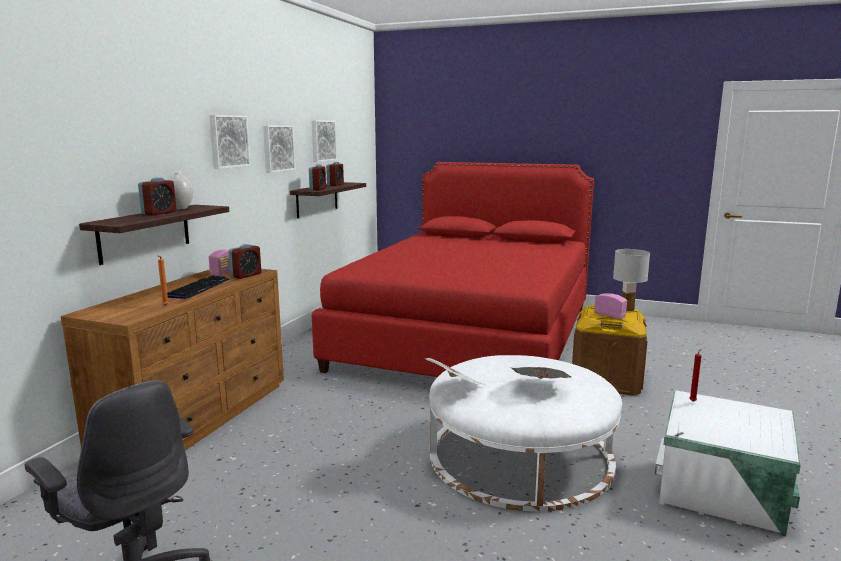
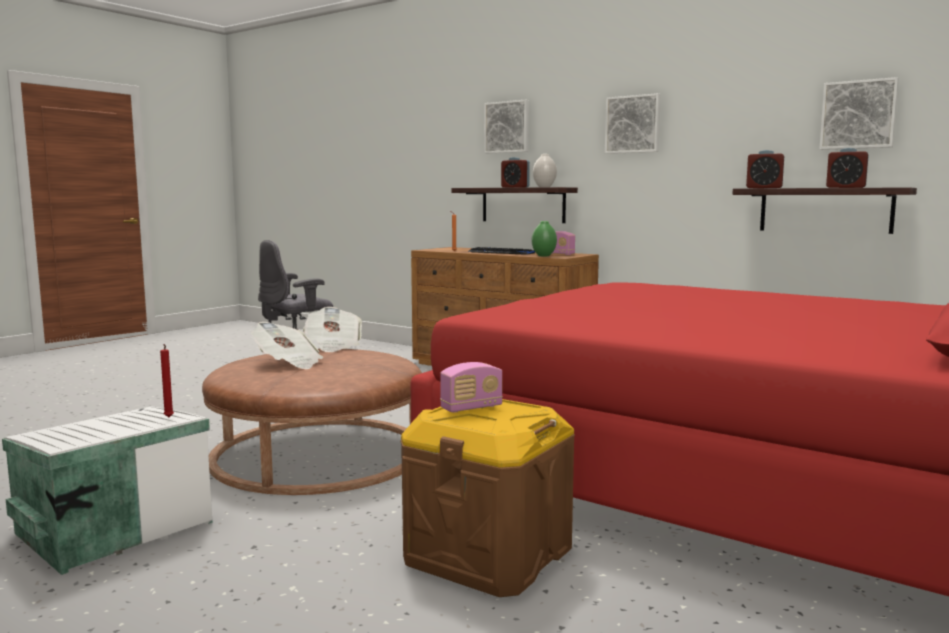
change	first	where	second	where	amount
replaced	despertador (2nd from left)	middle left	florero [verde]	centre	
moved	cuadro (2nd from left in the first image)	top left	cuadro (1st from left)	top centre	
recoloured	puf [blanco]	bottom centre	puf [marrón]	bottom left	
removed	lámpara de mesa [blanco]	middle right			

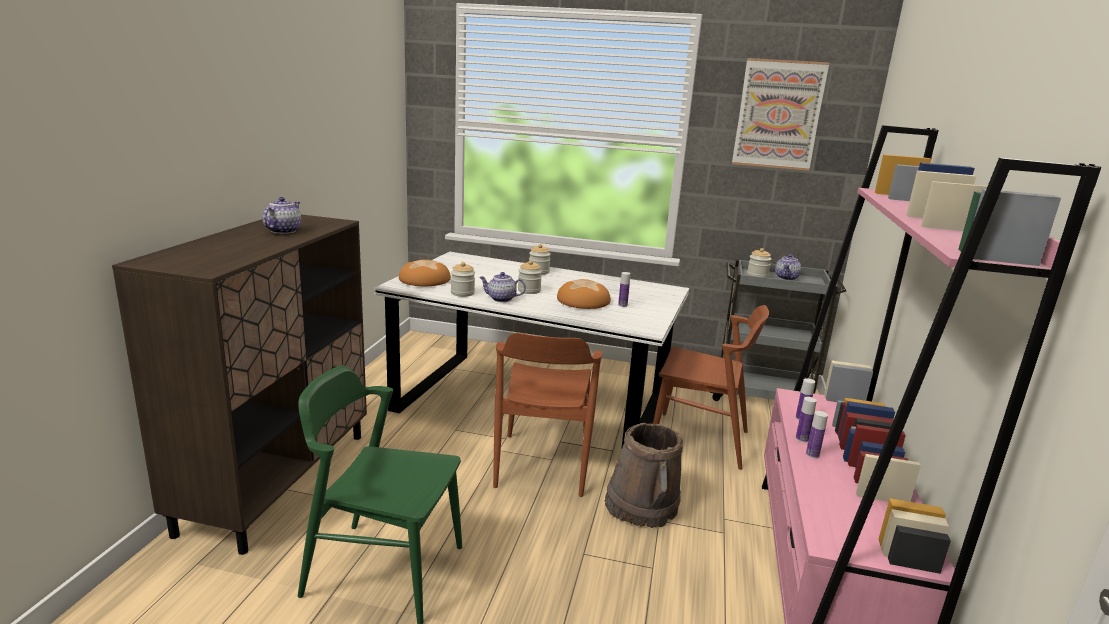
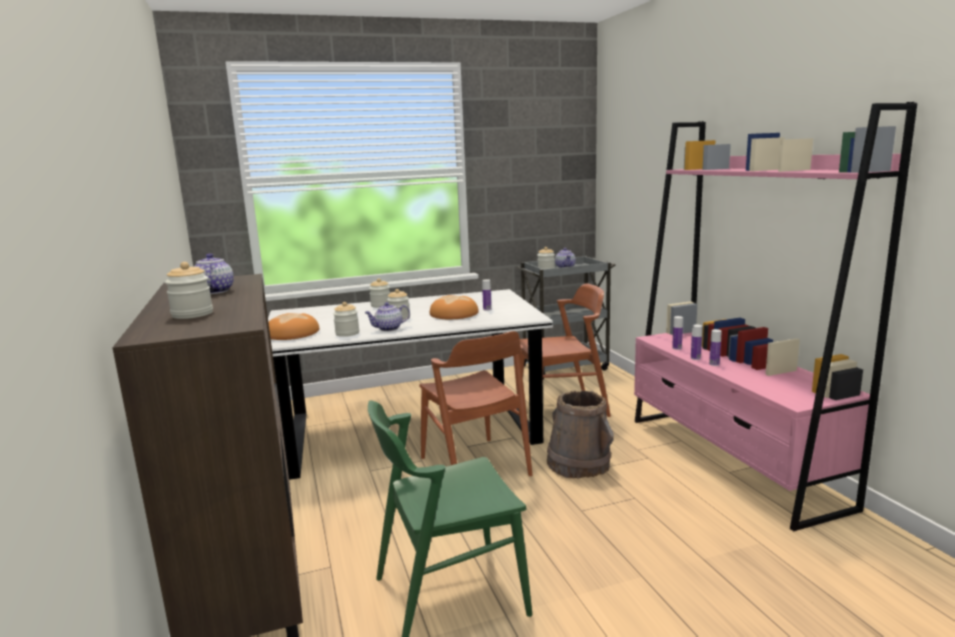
change	first	where	second	where	amount
removed	cuadro	top right			
added			tarro (1st from left)	middle left	

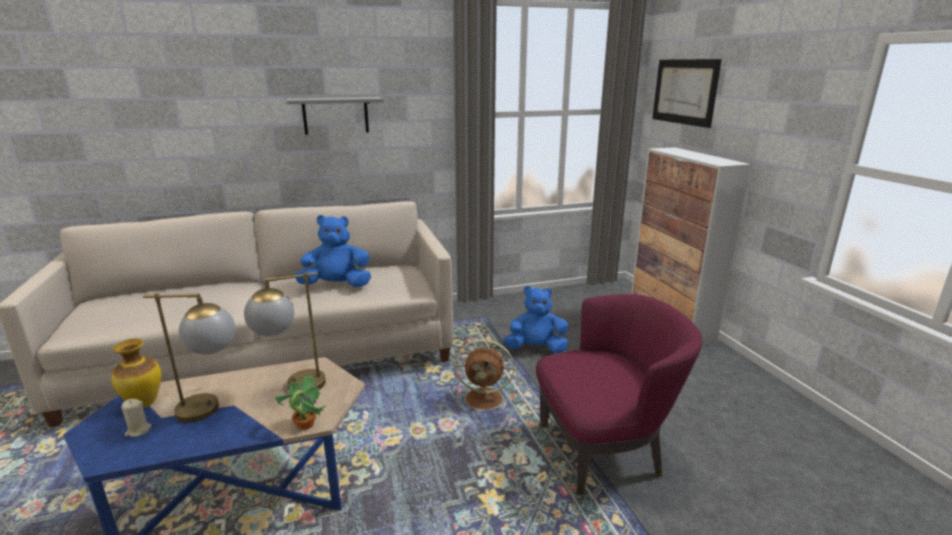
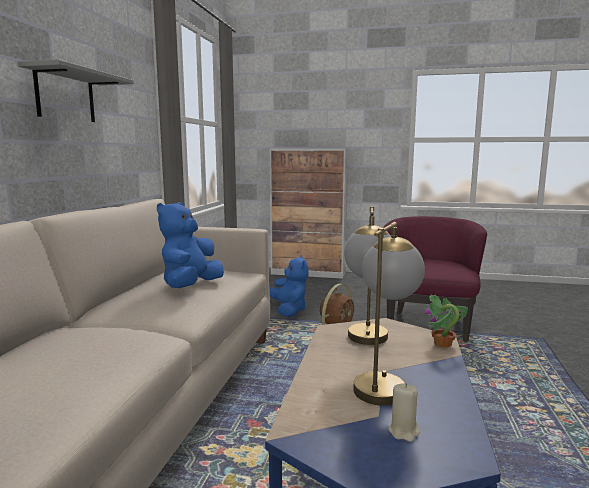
change	first	where	second	where	amount
removed	florero	bottom left			
turned	peluche [azul] (2nd from left)	centre		centre	135 degrees clockwise
removed	cuadro	top right			

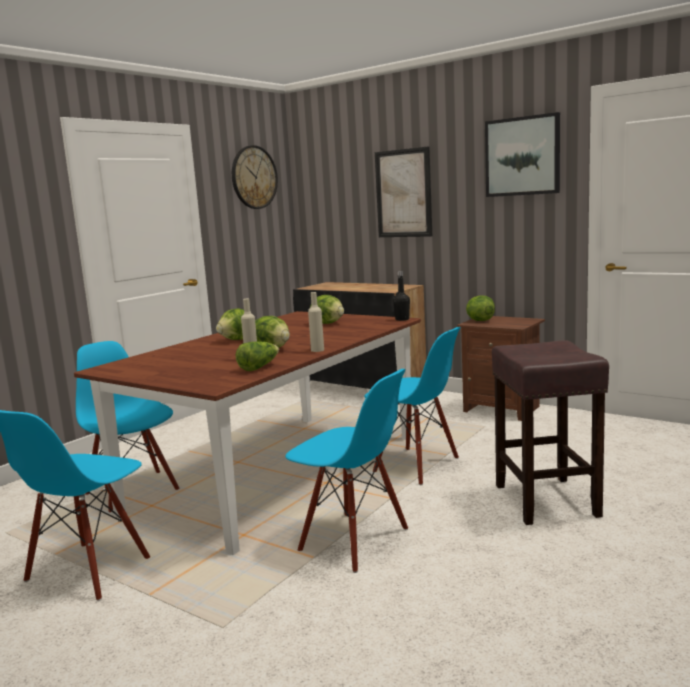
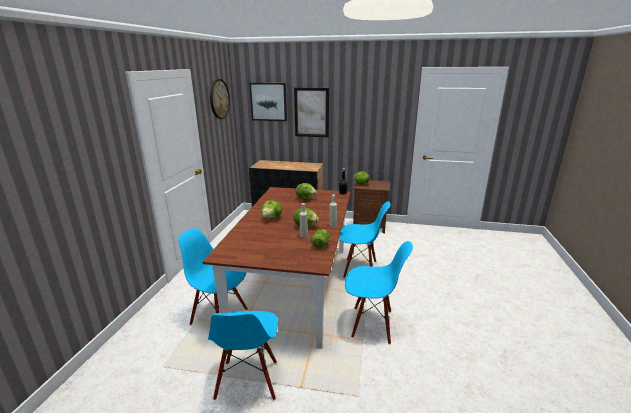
change	first	where	second	where	amount
moved	cuadro (2nd from left in the first image)	top right	cuadro (1st from left)	top centre	
removed	taburete [marrón]	middle right			

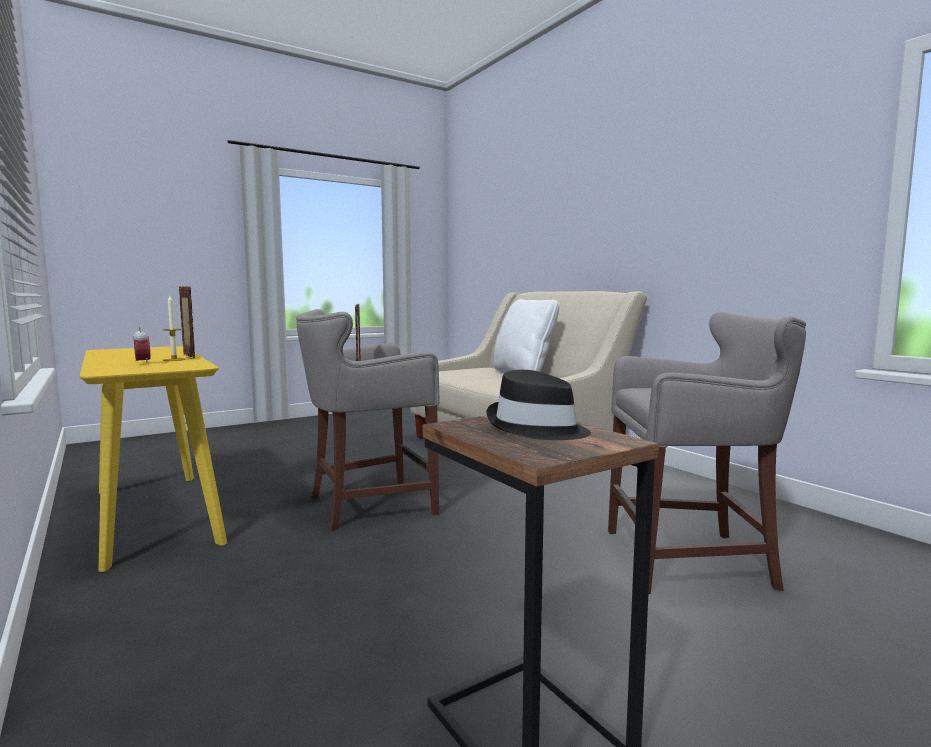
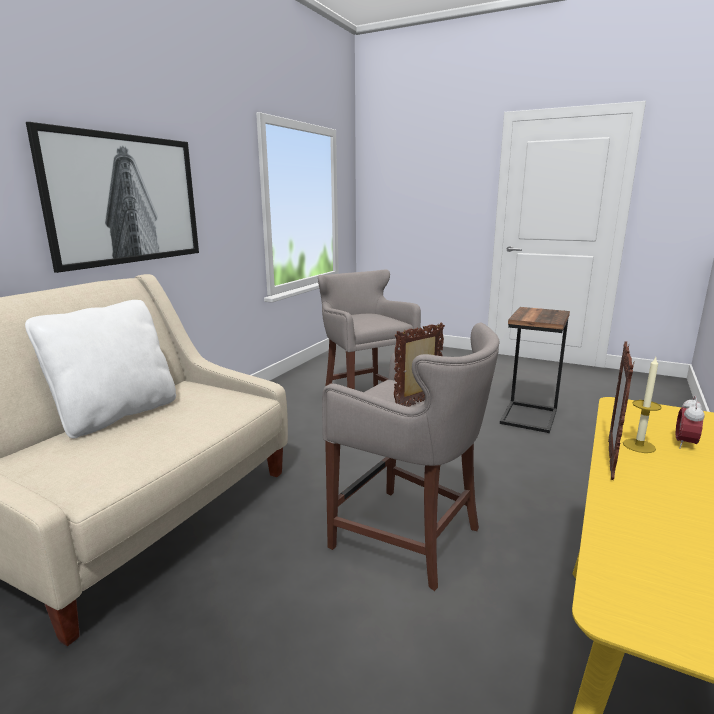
change	first	where	second	where	amount
removed	sombrero [negro]	centre			
added			cuadro	top left	

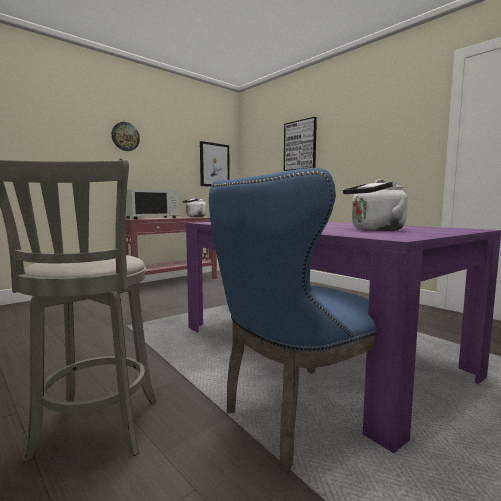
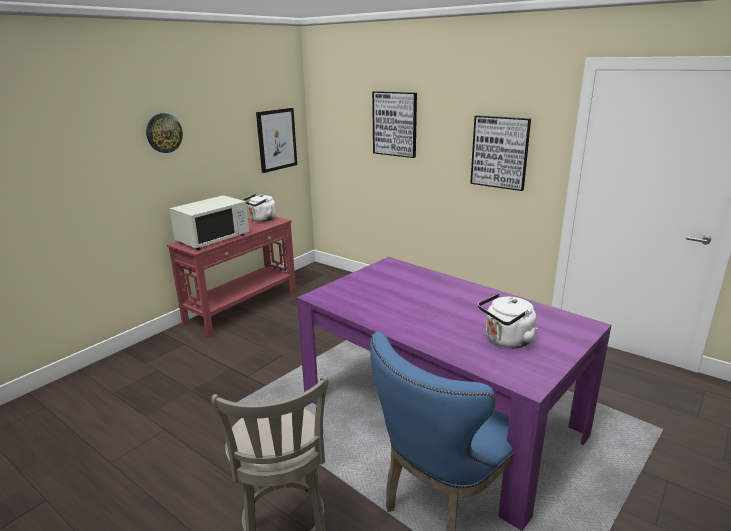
change	first	where	second	where	amount
added			cuadro (3rd from left)	top right	

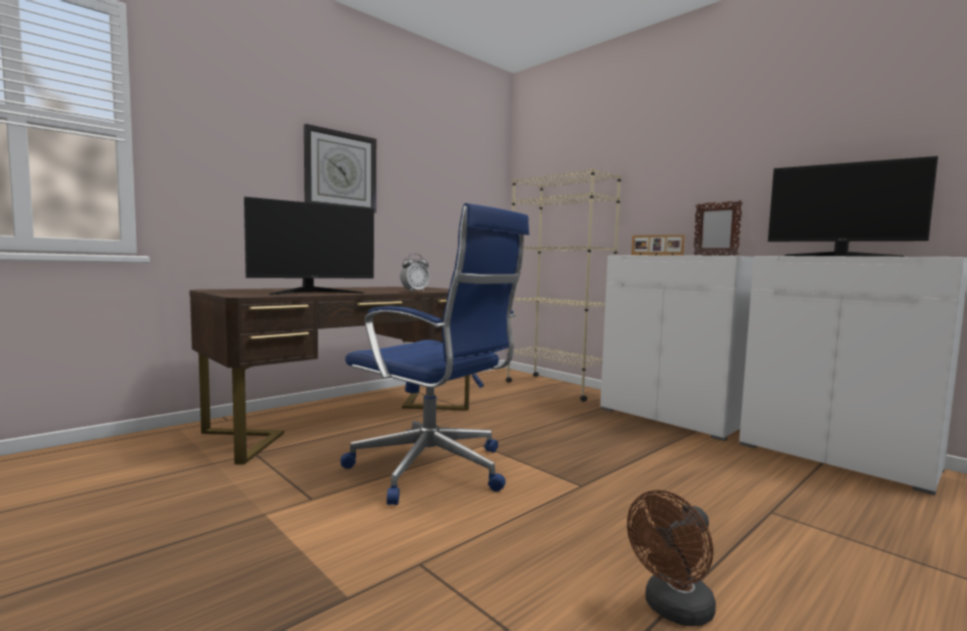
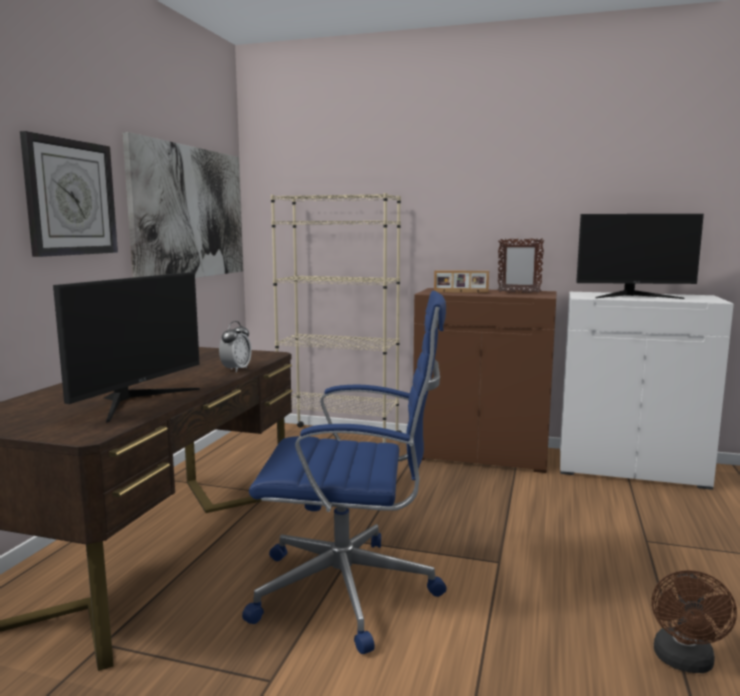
change	first	where	second	where	amount
recoloured	armario [blanco] (1st from left)	middle right	armario [marrón]	centre	
added			cuadro	top left	

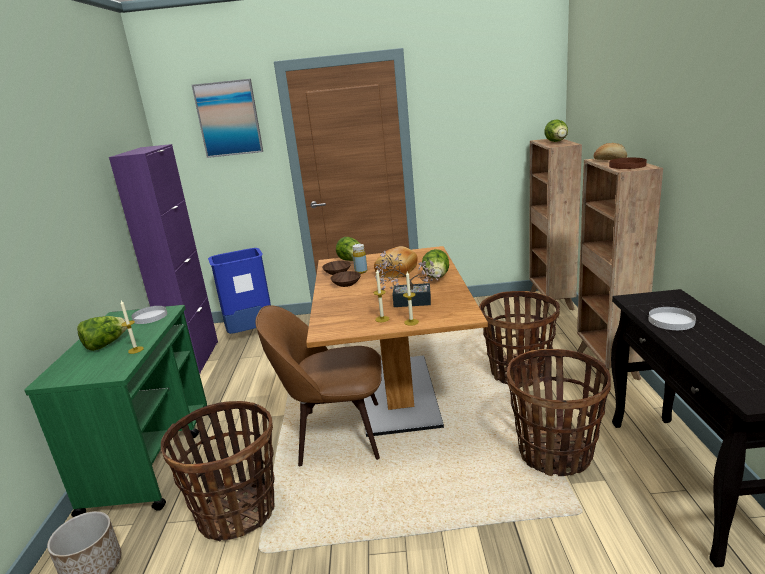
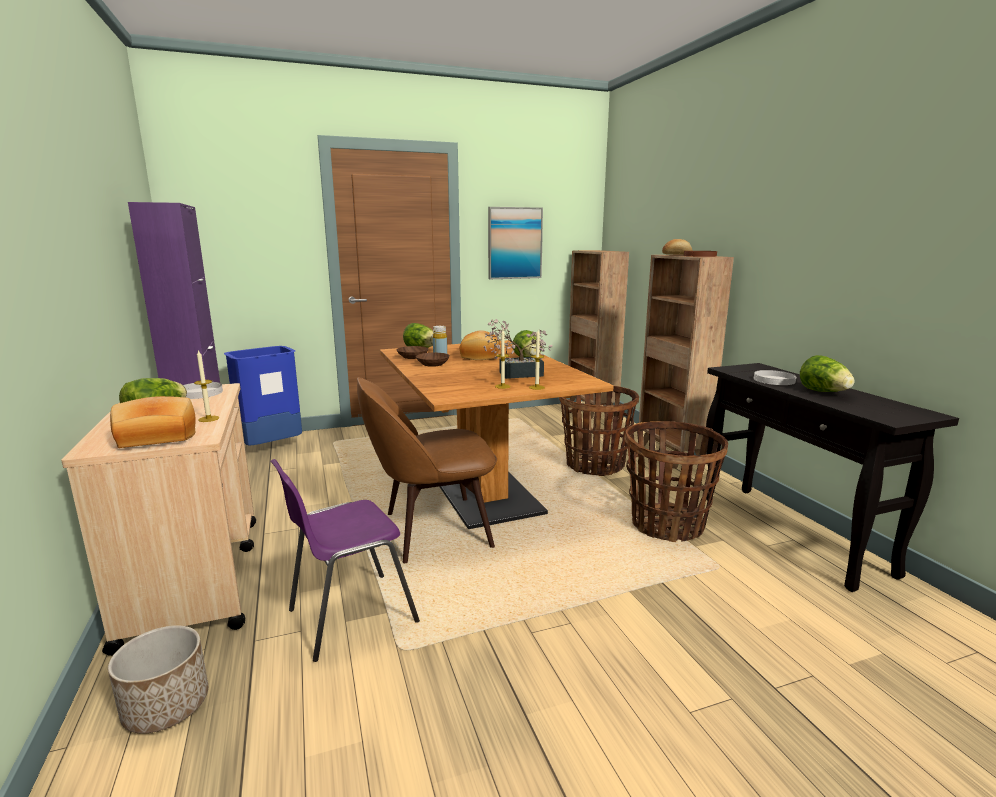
change	first	where	second	where	amount
recoloured	carrito [verde]	bottom left	carrito [beis]	middle left	
replaced	cesta (1st from left)	bottom left	silla [morado]	bottom centre	
moved	cuadro	top left		top centre	
moved	lechuga (4th from left)	top right		middle right	
added			pan (1st from left)	middle left	

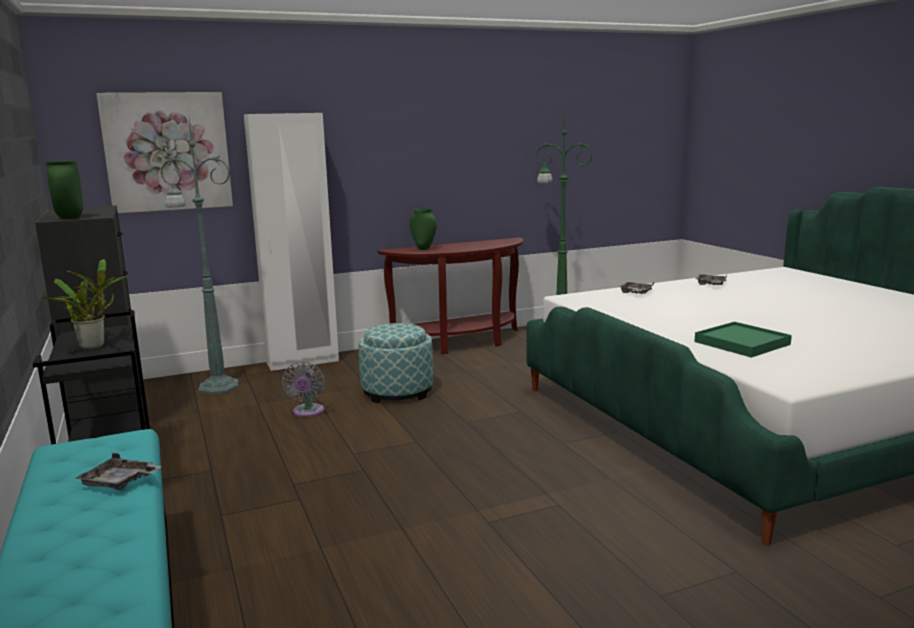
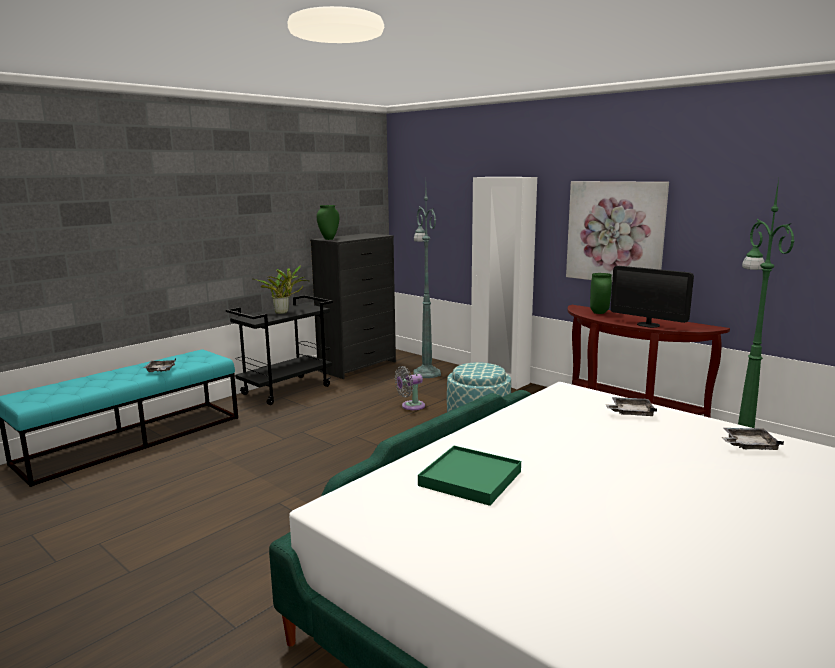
change	first	where	second	where	amount
moved	cuadro	top left		middle right	
added			monitor	middle right	

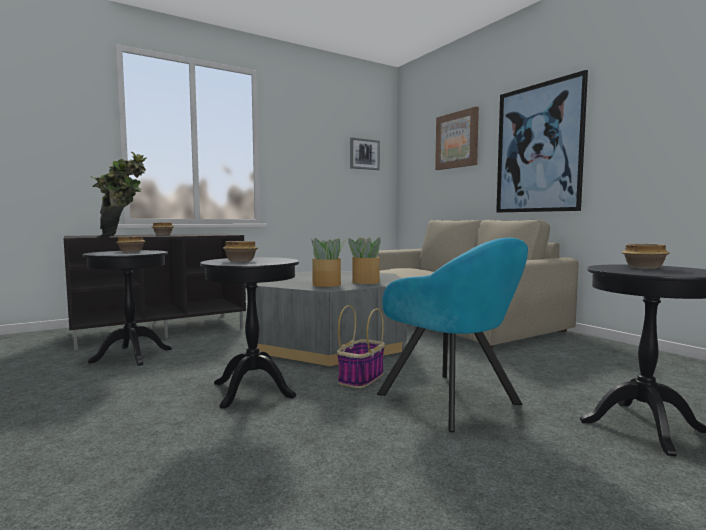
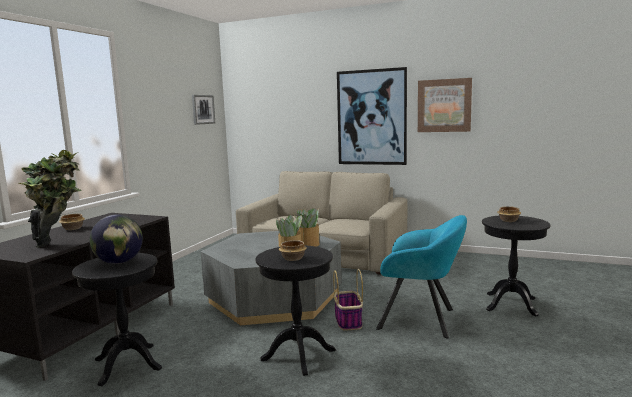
change	first	where	second	where	amount
replaced	cuenco (1st from left)	middle left	globo terráqueo	middle left	
moved	cuadro (2nd from left in the first image)	top centre	cuadro (3rd from left)	top right	

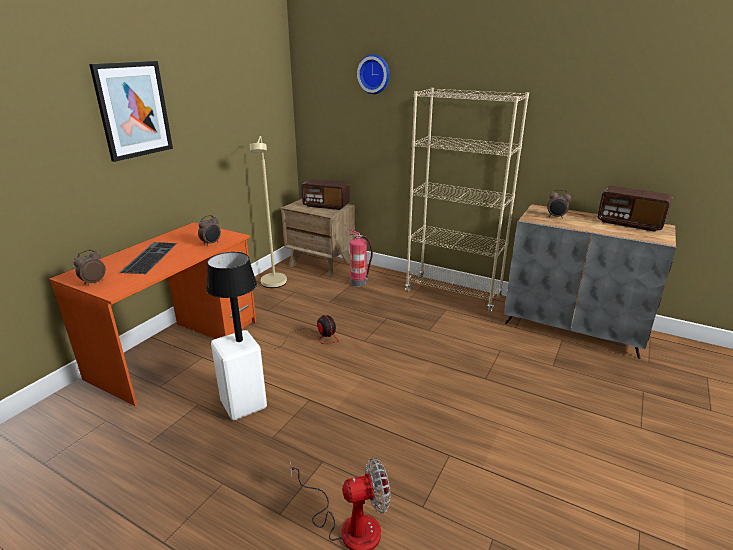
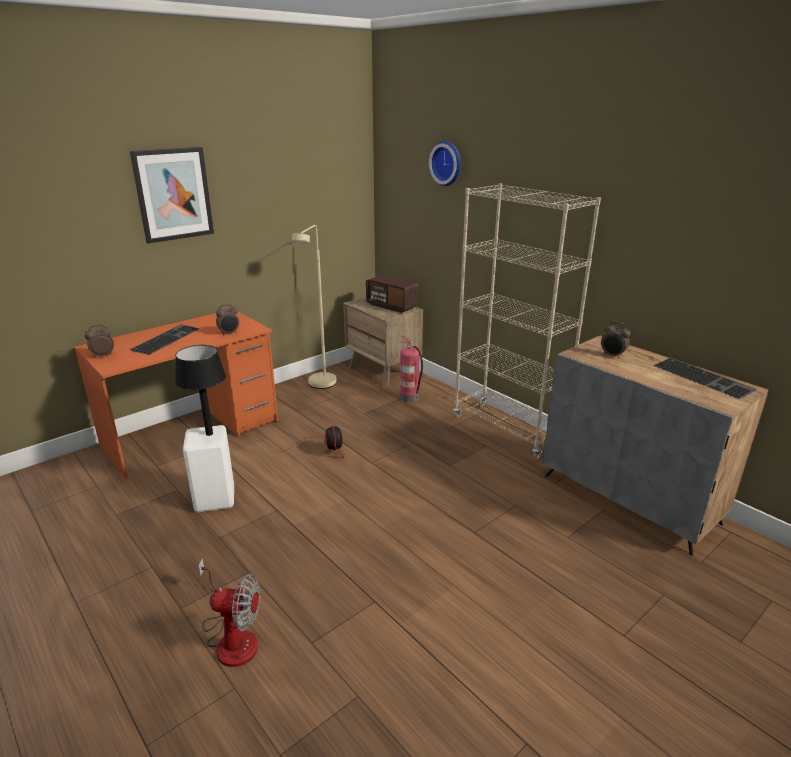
change	first	where	second	where	amount
replaced	radio (2nd from left)	middle right	teclado (2nd from left)	middle right	

